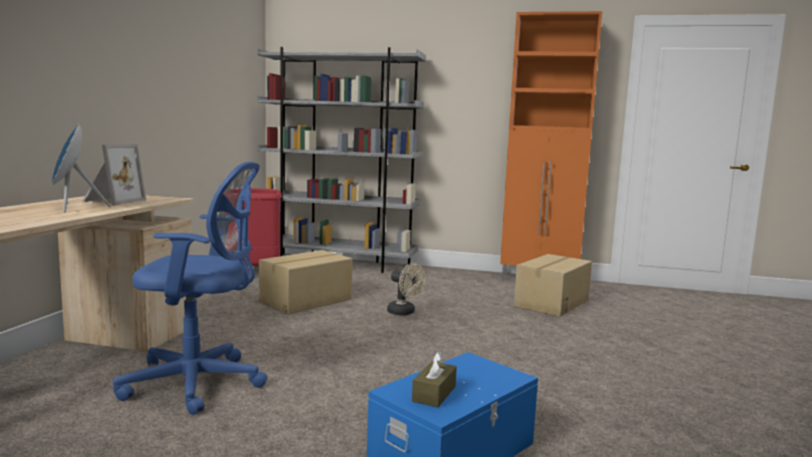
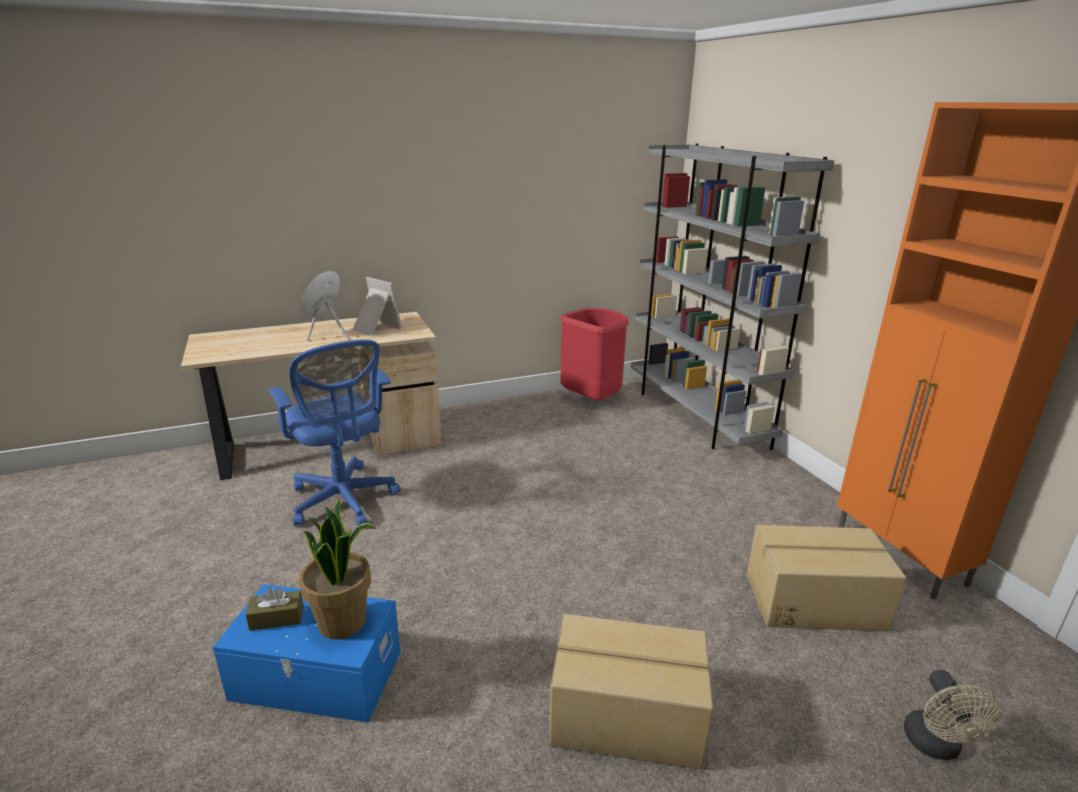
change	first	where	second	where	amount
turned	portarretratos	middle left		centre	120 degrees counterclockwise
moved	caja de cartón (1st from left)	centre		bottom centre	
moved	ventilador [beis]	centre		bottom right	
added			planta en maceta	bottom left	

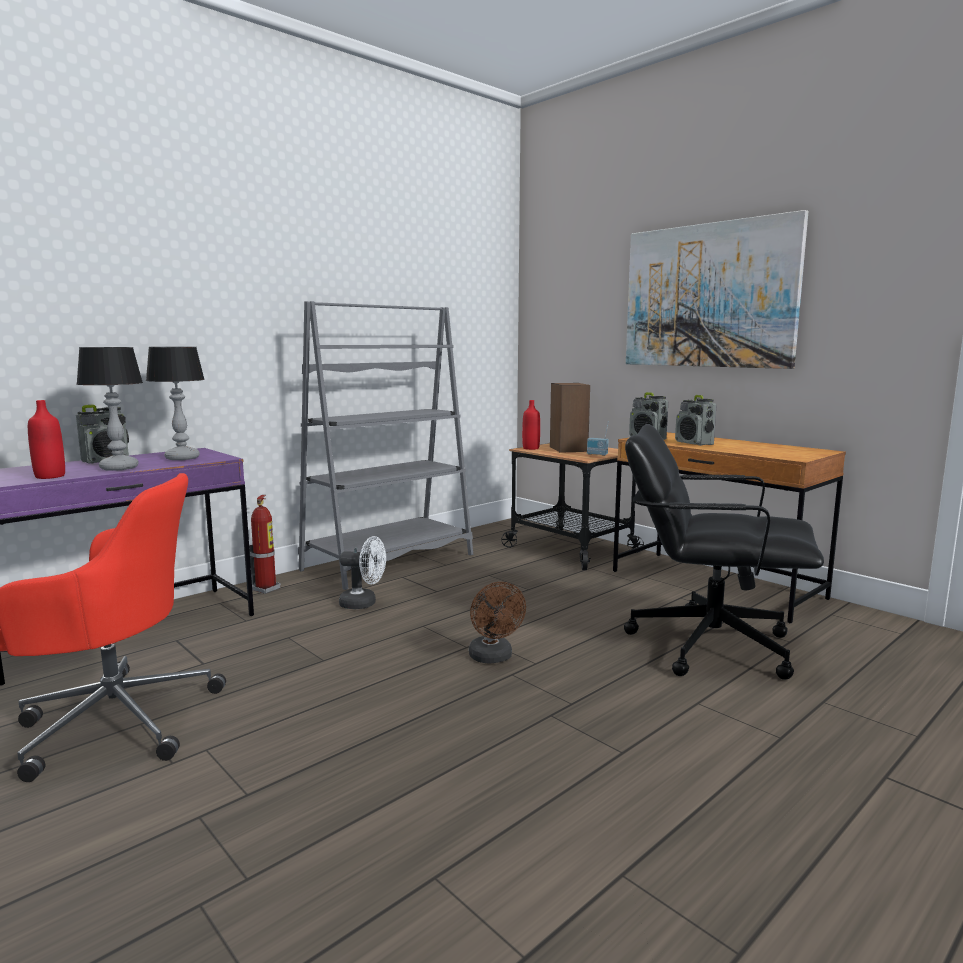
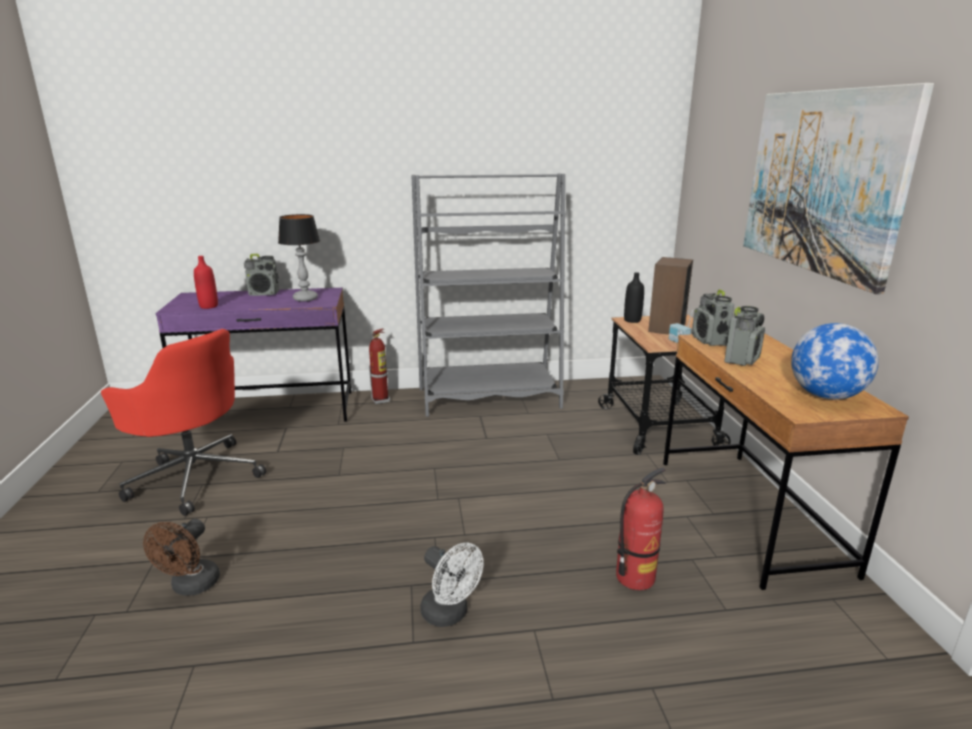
change	first	where	second	where	amount
removed	lámpara de mesa (1st from left)	middle left			
moved	ventilador [blanco]	centre		bottom centre	
moved	ventilador [marrón]	centre		bottom left	
recoloured	botella [rojo] (2nd from left)	centre	botella [negro]	centre	
replaced	silla de oficina [negro]	middle right	extintor (2nd from left)	bottom centre	
turned	radio (4th from left)	middle right		middle right	150 degrees counterclockwise
added			globo terráqueo	middle right	

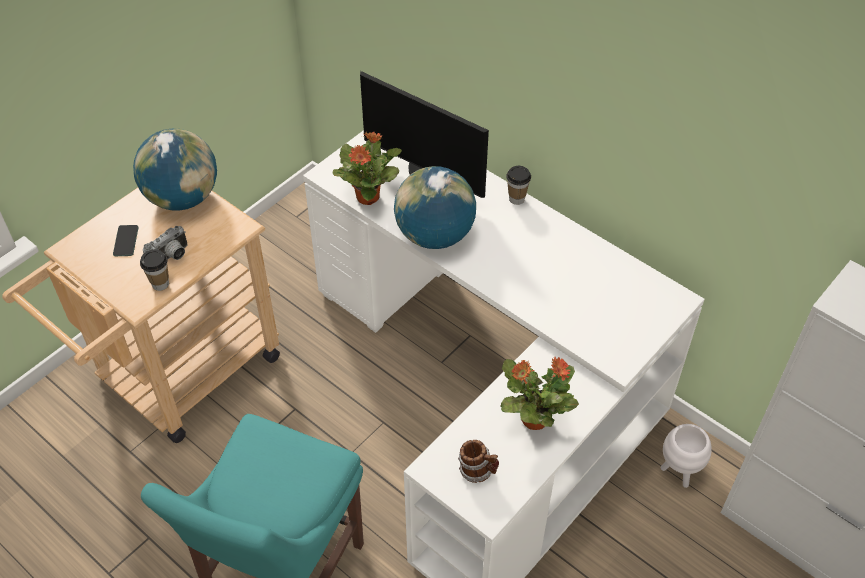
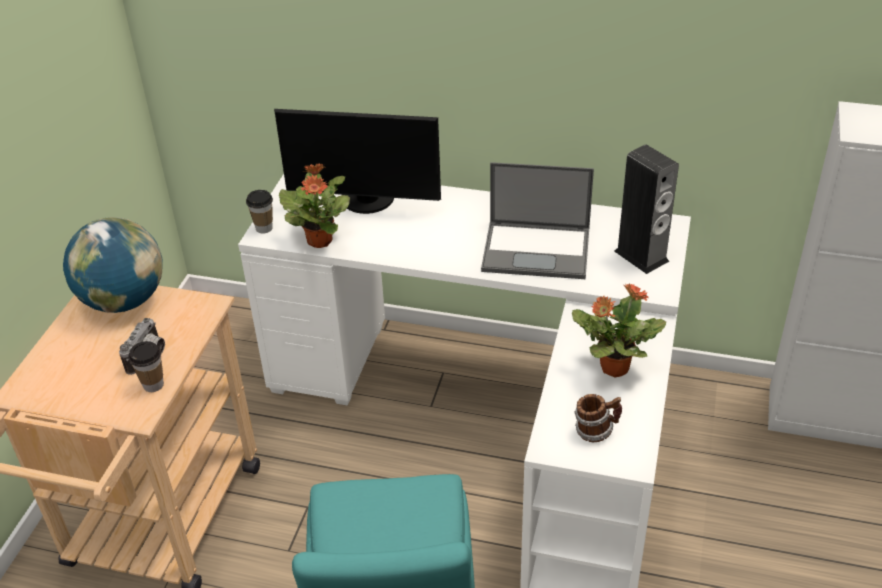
change	first	where	second	where	amount
removed	móvil	middle left			
removed	globo terráqueo (2nd from left)	centre			
moved	taza (2nd from left)	top centre		middle left	
removed	maceta [blanco]	bottom right			
added			portátil	centre	
added			altavoz	middle right	

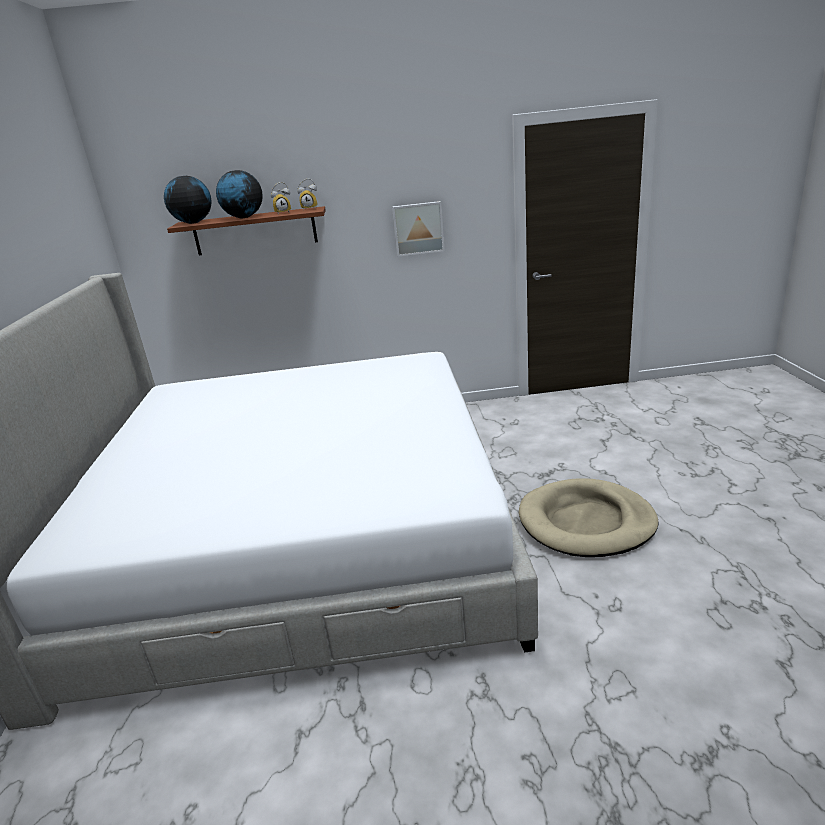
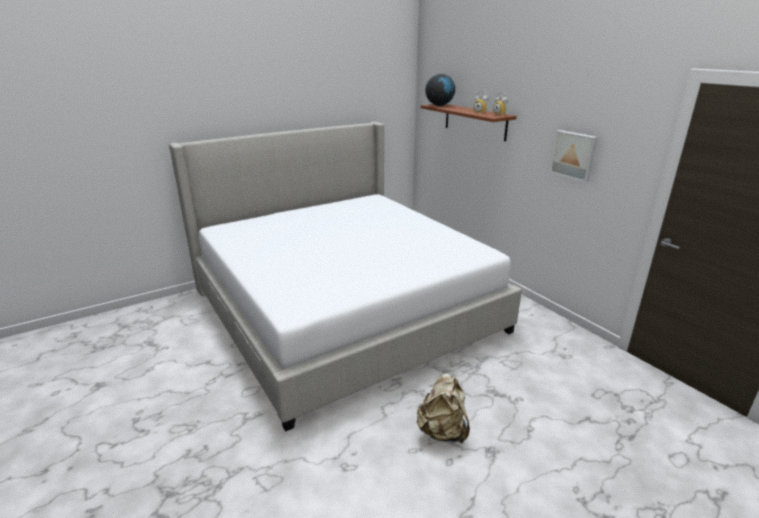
change	first	where	second	where	amount
removed	globo terráqueo (2nd from left)	top left			
replaced	cama para perro [beis]	middle right	mochila [beis]	bottom centre	

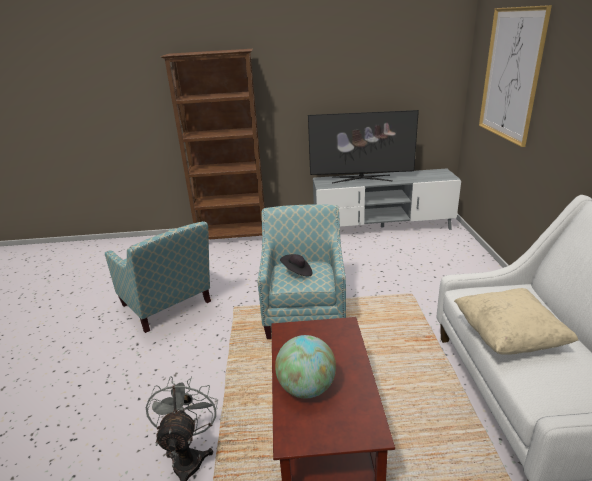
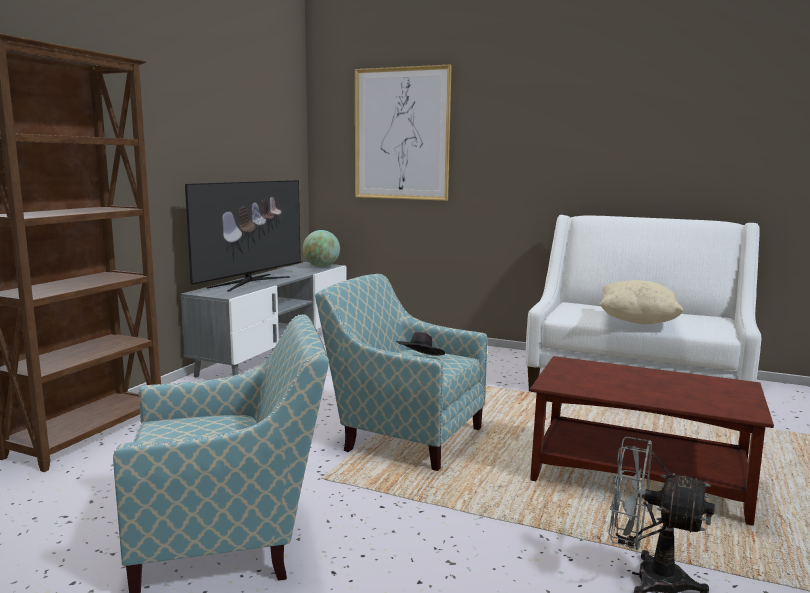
change	first	where	second	where	amount
moved	globo terráqueo	bottom centre		centre	

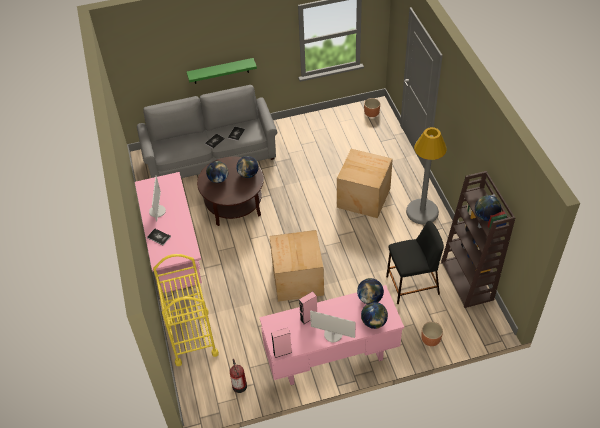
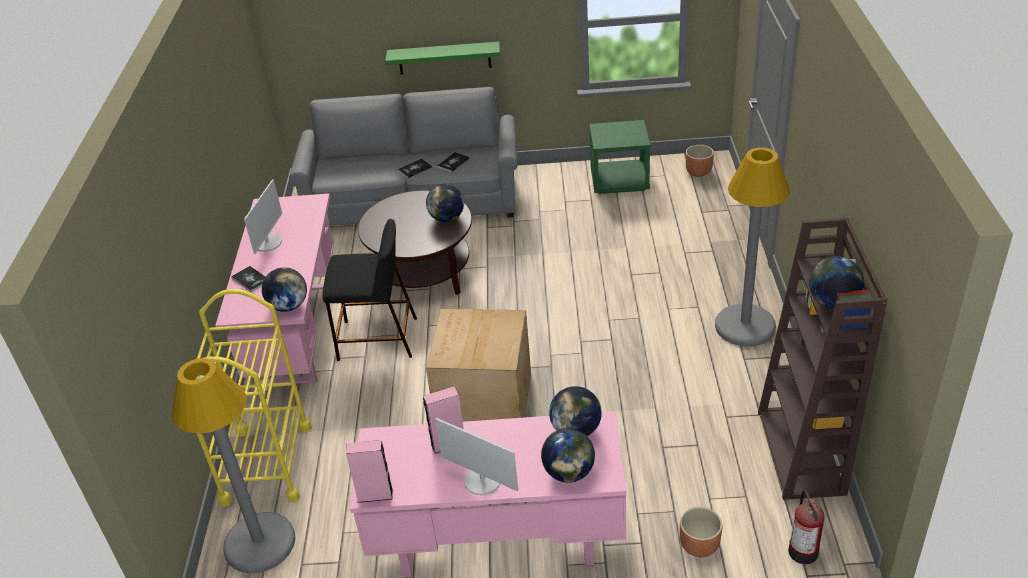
change	first	where	second	where	amount
moved	globo terráqueo (1st from left)	centre		middle left	
moved	extintor	bottom centre		bottom right	
removed	caja de cartón (2nd from left)	centre			
moved	taburete [negro]	middle right		centre	
added			lámpara de pie [gris] (1st from left)	bottom left	
added			mesita de noche [verde]	top centre	

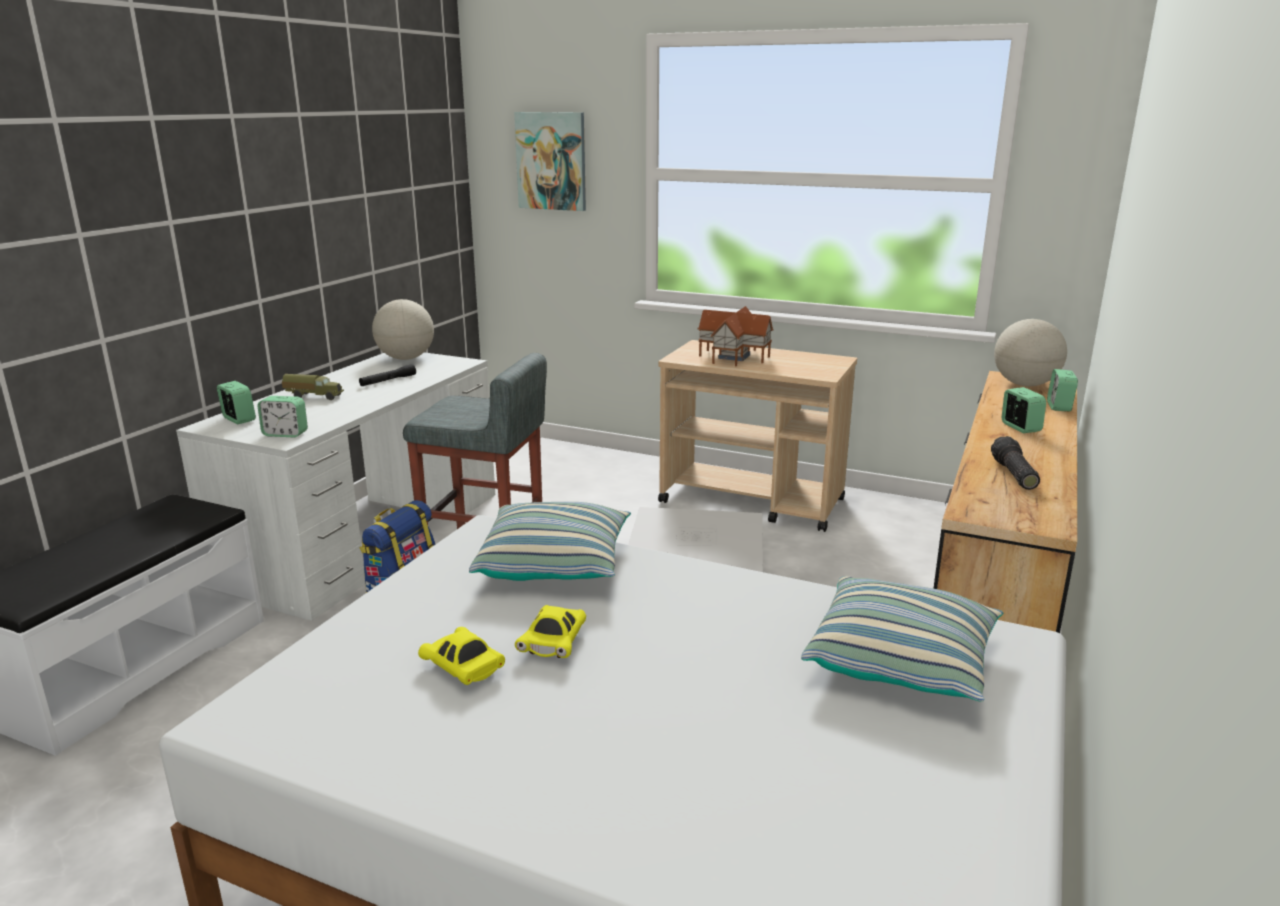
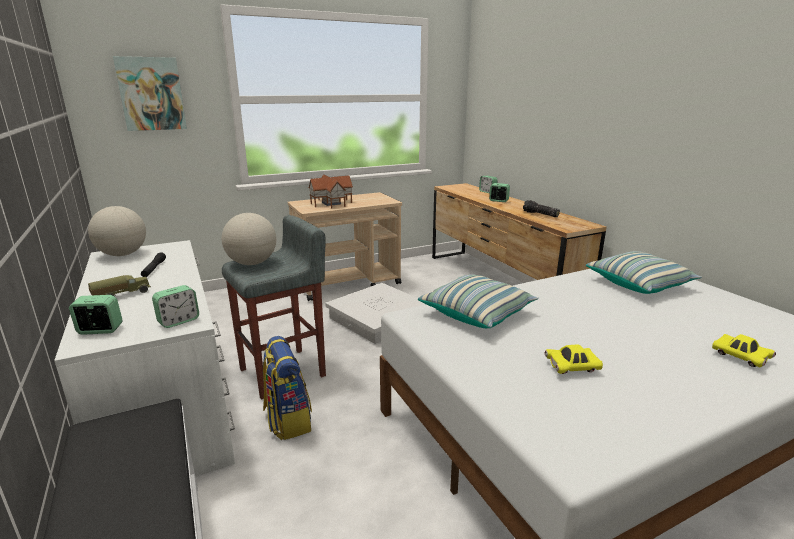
change	first	where	second	where	amount
moved	coche de juguete [amarillo] (2nd from left)	bottom centre		middle right	
moved	globo terráqueo (2nd from left)	middle right		middle left	

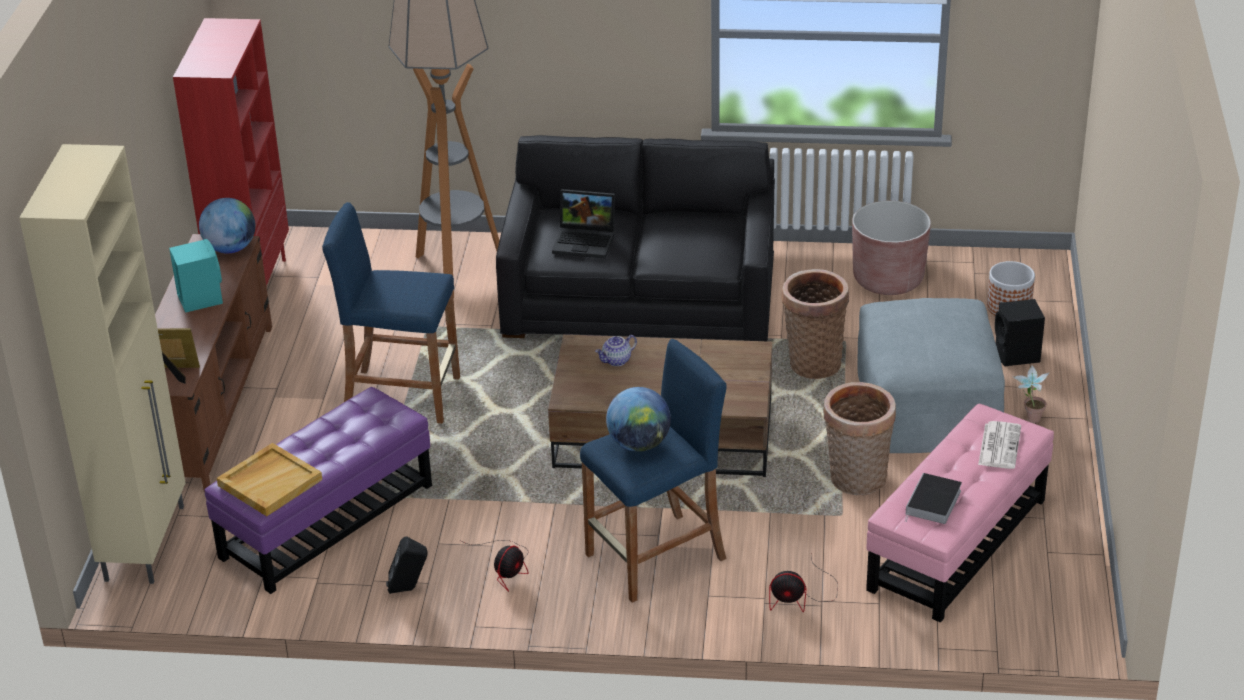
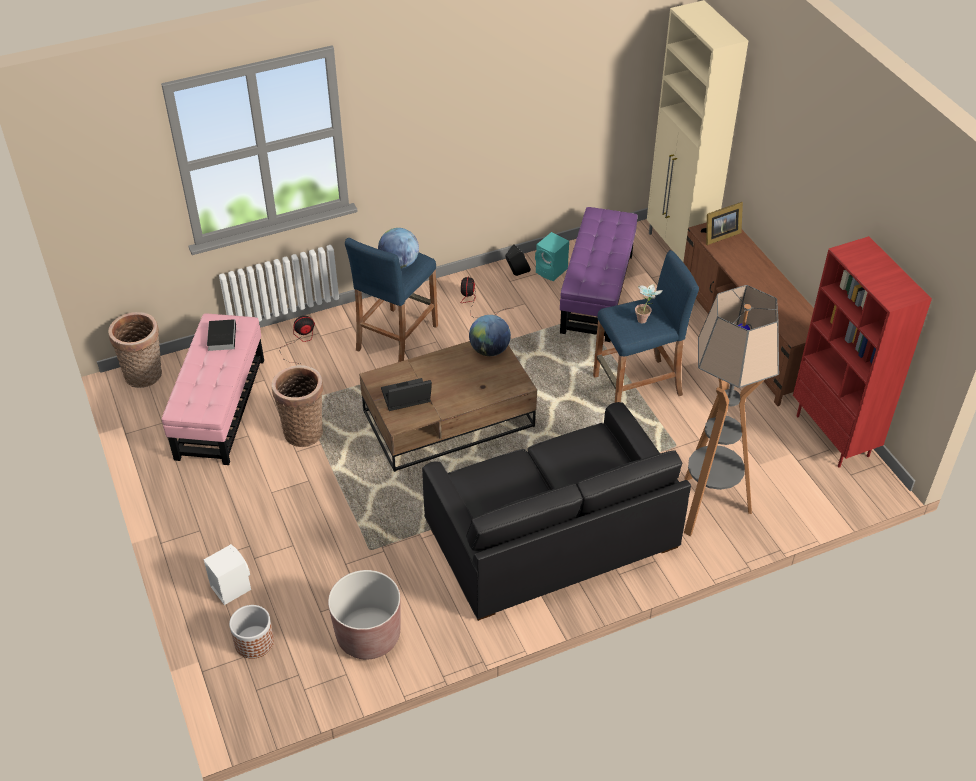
change	first	where	second	where	amount
moved	altavoz [turquesa]	middle left		top centre	
moved	globo terráqueo (1st from left in the first image)	top left	globo terráqueo (2nd from left)	centre	
removed	bandeja [beis]	bottom left			
moved	portátil	top centre		centre	
removed	tetera	centre			
moved	cesta (1st from left)	centre		middle left	
removed	puf [gris]	middle right			
removed	periódico	middle right			
recoloured	altavoz [negro] (2nd from left)	middle right	altavoz [blanco]	bottom left	
moved	planta en maceta	middle right		centre	

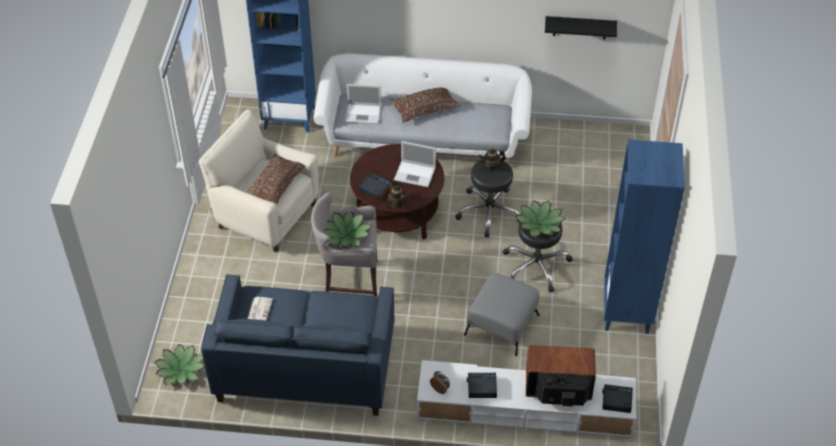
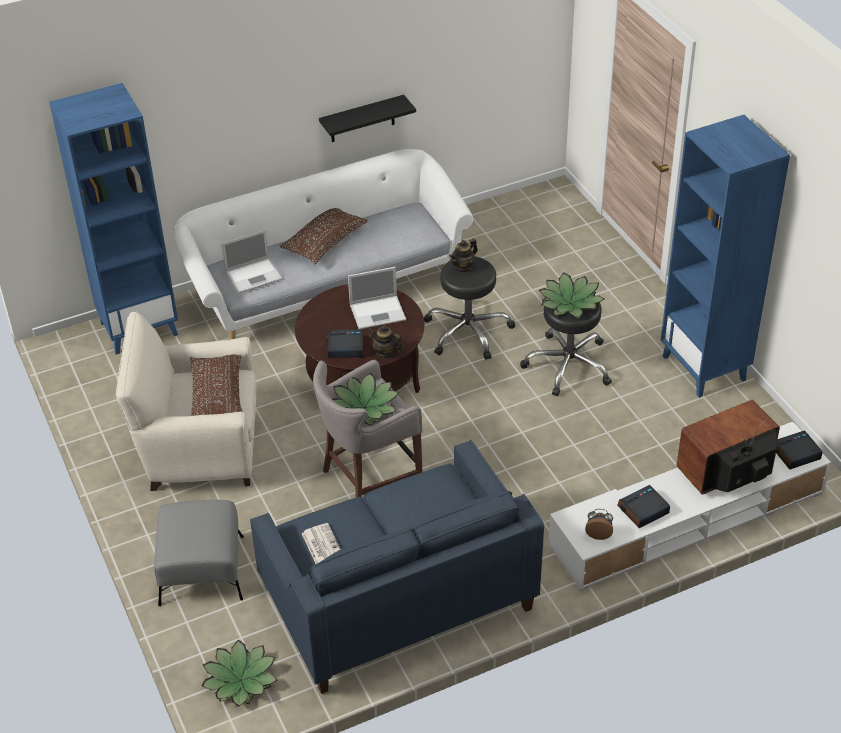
change	first	where	second	where	amount
moved	puf [gris]	bottom centre		bottom left	
moved	estante [negro]	top right		top centre	

